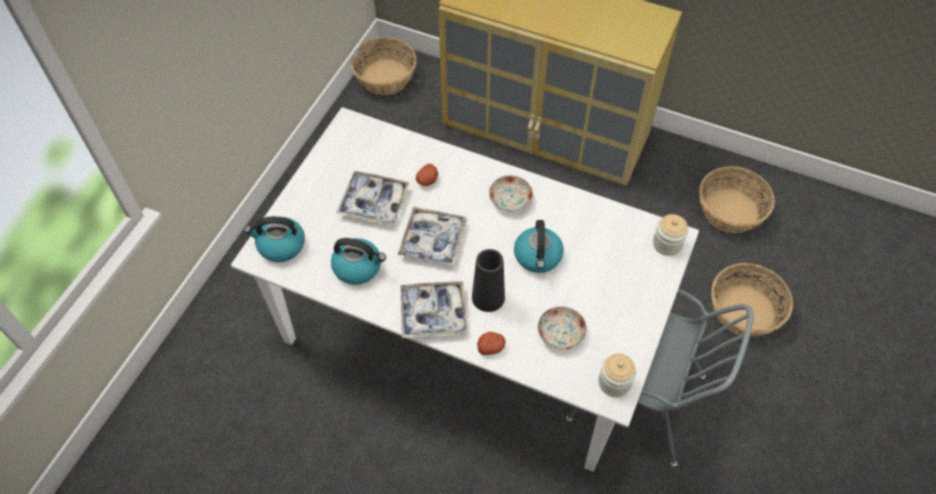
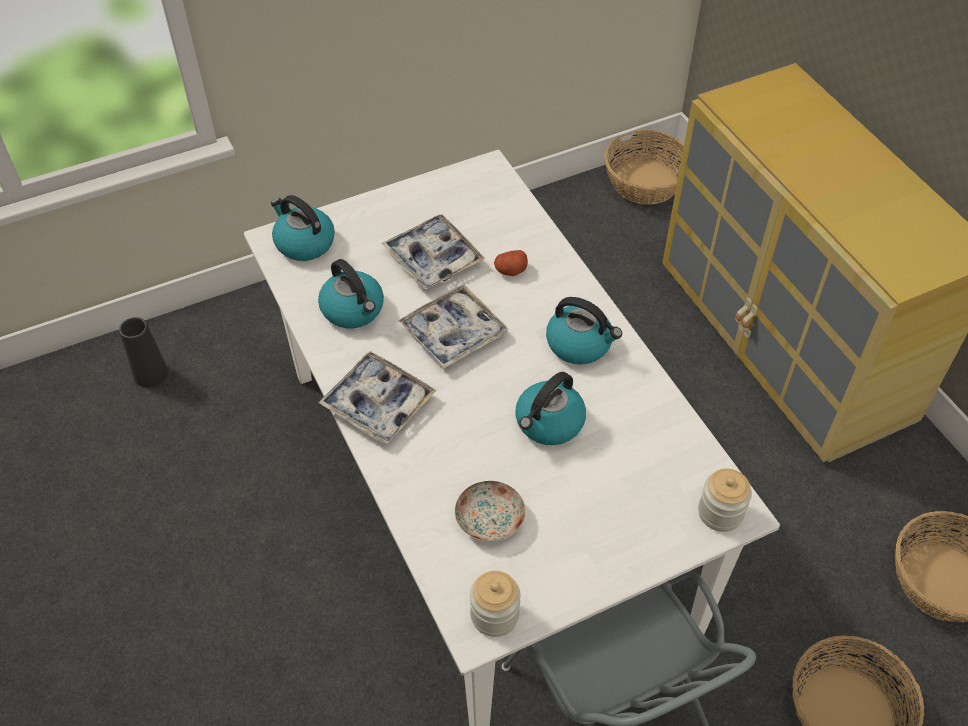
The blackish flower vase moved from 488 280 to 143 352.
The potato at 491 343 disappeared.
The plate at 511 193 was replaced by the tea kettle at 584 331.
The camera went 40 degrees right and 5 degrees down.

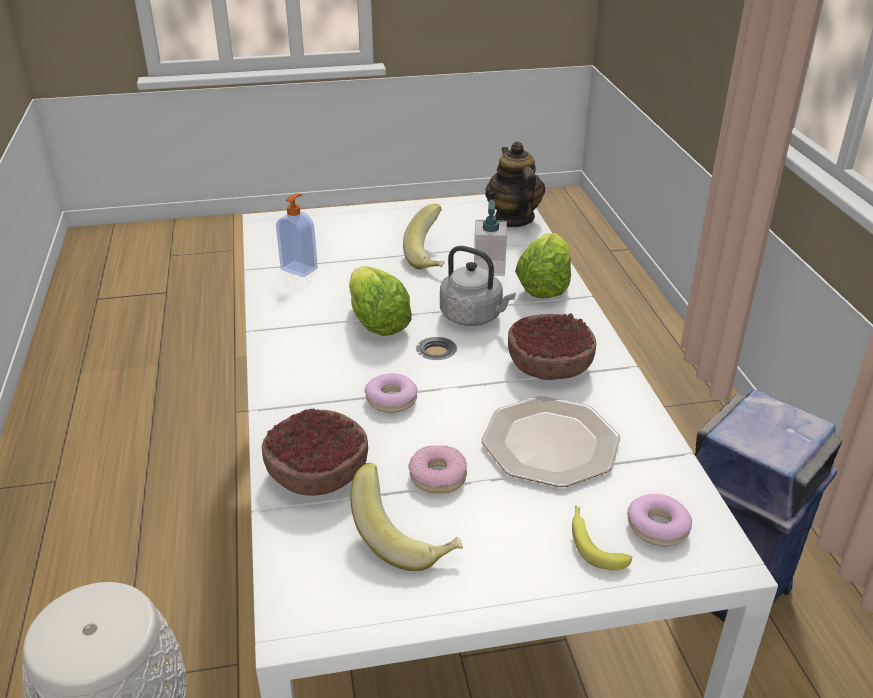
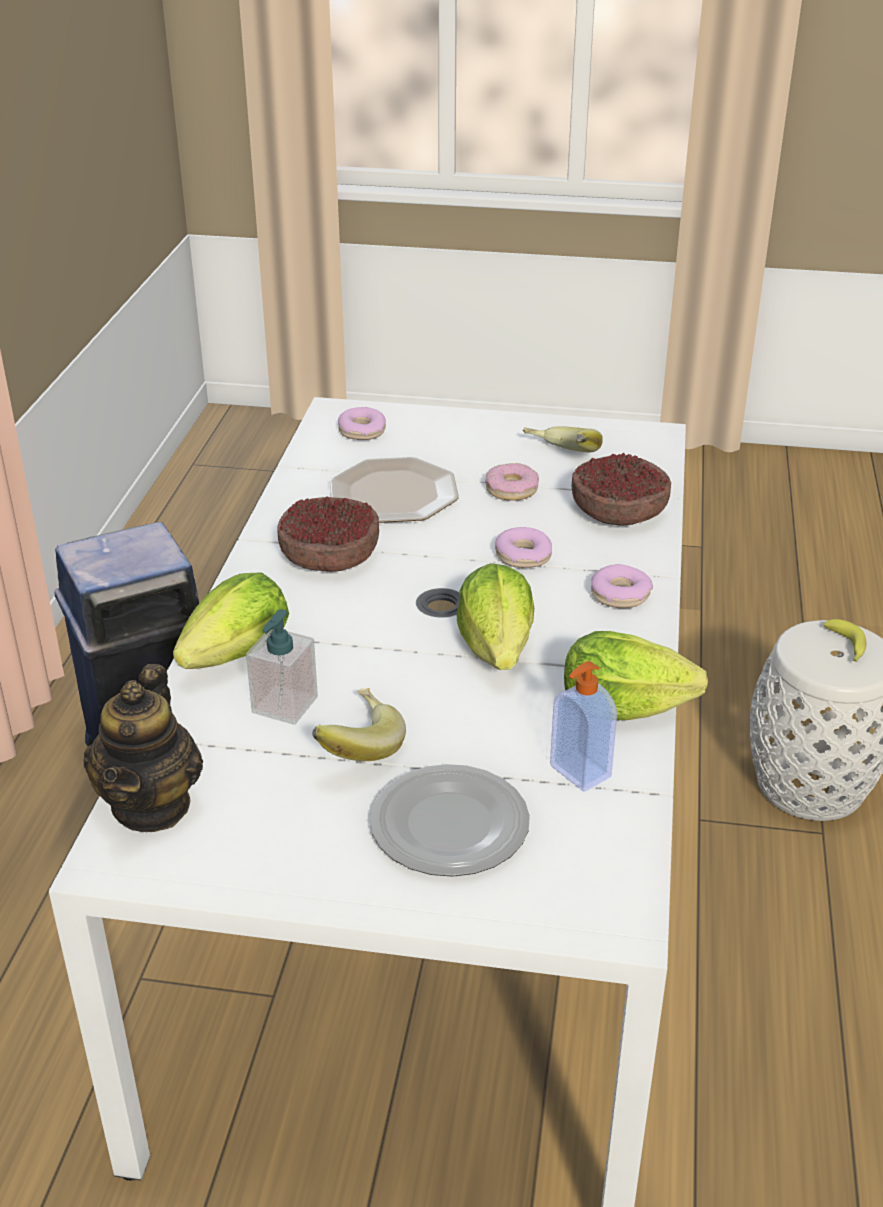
The grey tea kettle at 478 286 disappeared.
The banana fruit moved from 602 537 to 845 640.
The plate at 450 820 appeared.
The head of lettuce at 636 675 appeared.
The doughnut at 622 586 appeared.
The camera went 160 degrees left and 0 degrees up.

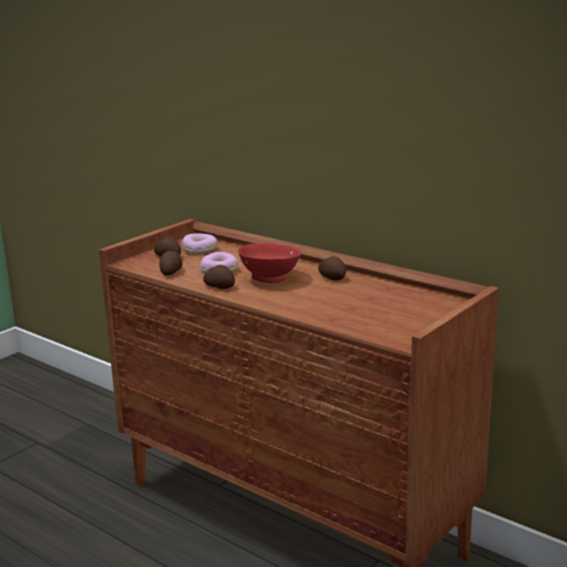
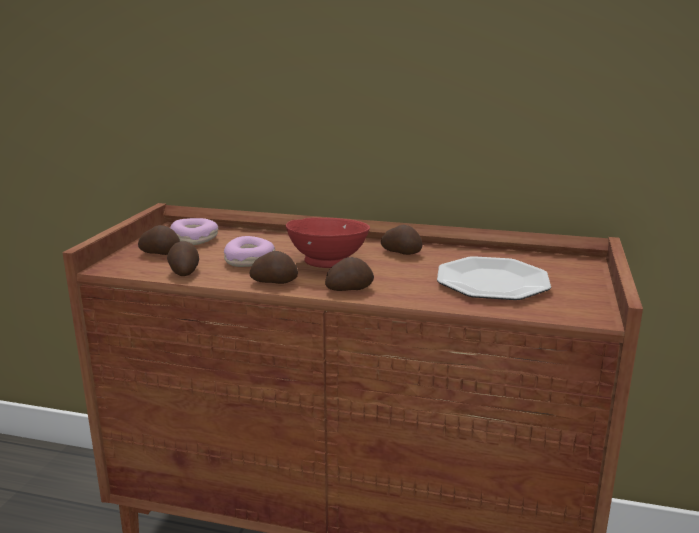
The potato at 349 274 appeared.
The plate at 494 278 appeared.
The camera went 25 degrees left and 0 degrees up.

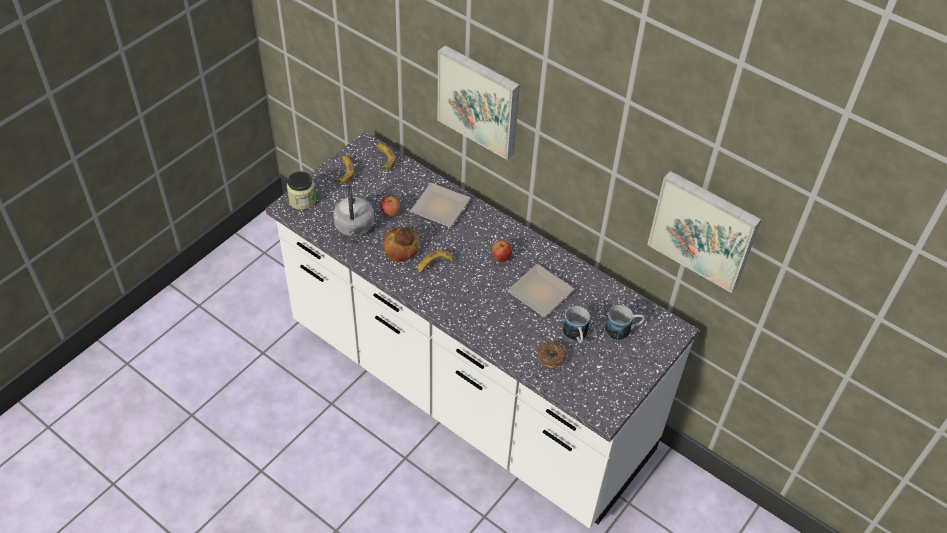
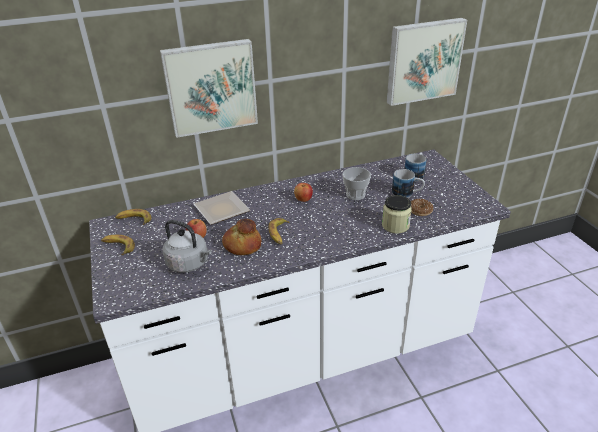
The preserve jar moved from 301 190 to 397 214.
The plate at 540 290 was replaced by the cup at 356 183.
The camera went 55 degrees left and 15 degrees down.

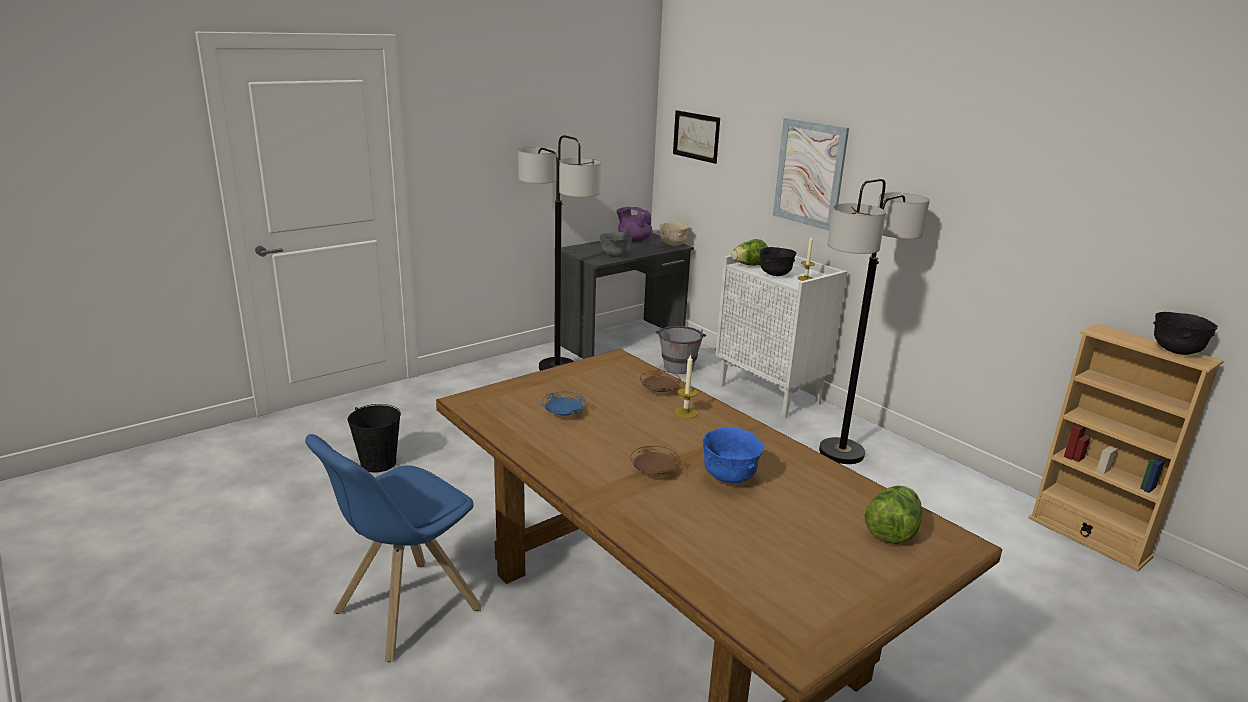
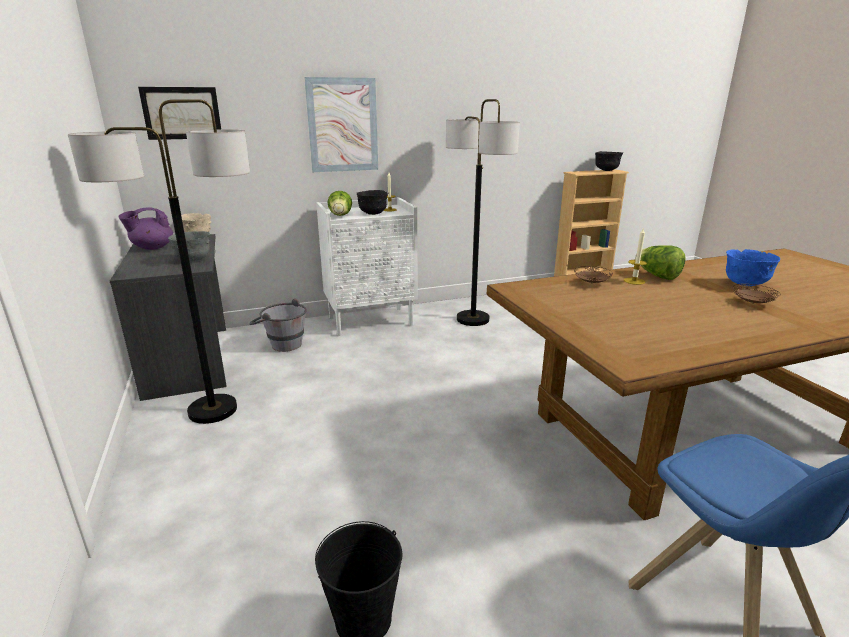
The blue plate at 564 404 disappeared.
The head of lettuce moved from 893 514 to 660 262.
The camera went 70 degrees left and 0 degrees up.

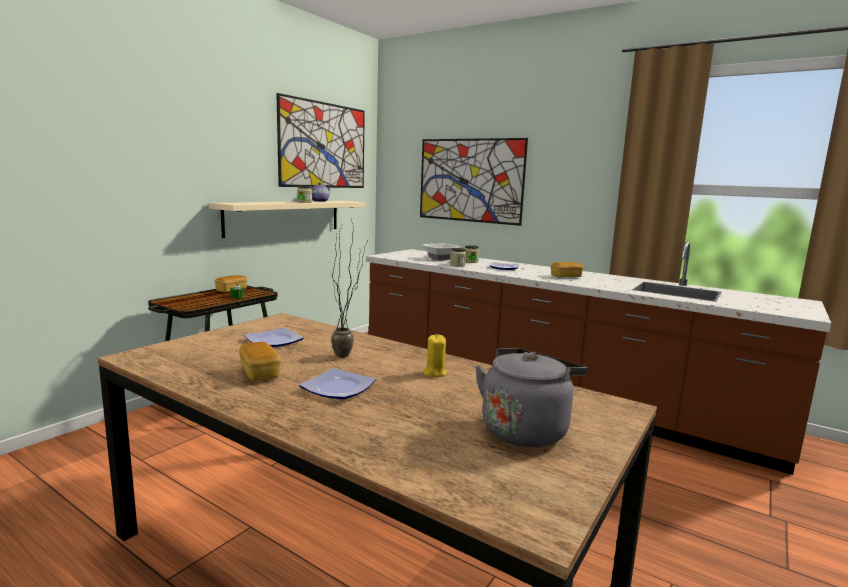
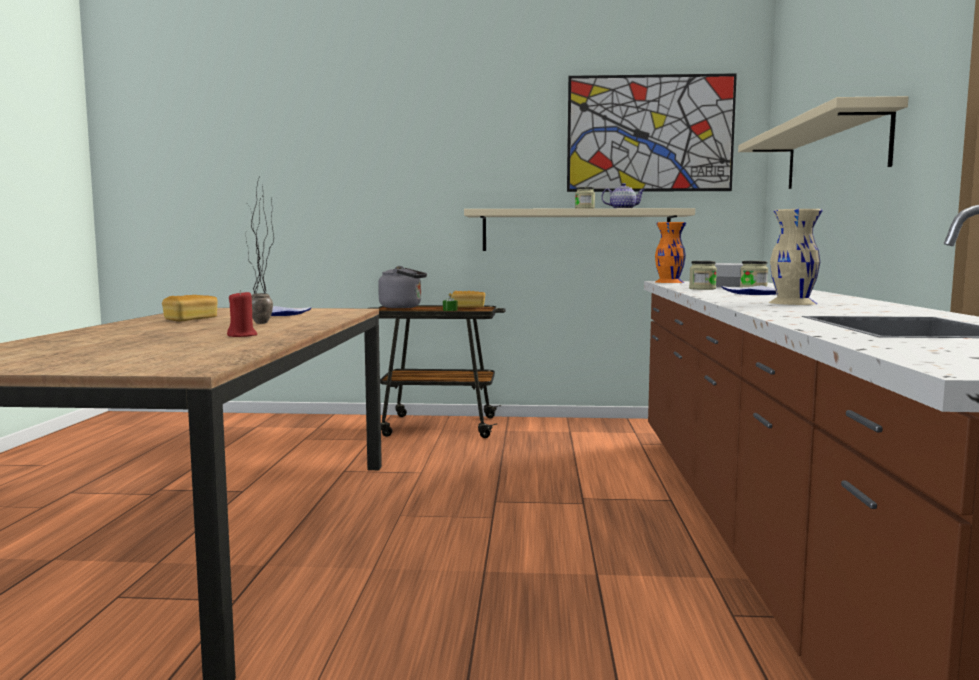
The plate at 337 383 disappeared.
The wall art at 474 182 was replaced by the beige-coloured wall shelf at 823 142.
The yellowish wax candle at 435 355 became the red wax candle at 242 313.
The grey tea kettle moved from 531 397 to 402 287.
The baked bread at 567 270 was replaced by the beige-coloured flower vase at 795 257.
The orangey flower vase at 670 252 appeared.
The camera went 60 degrees right and 5 degrees down.

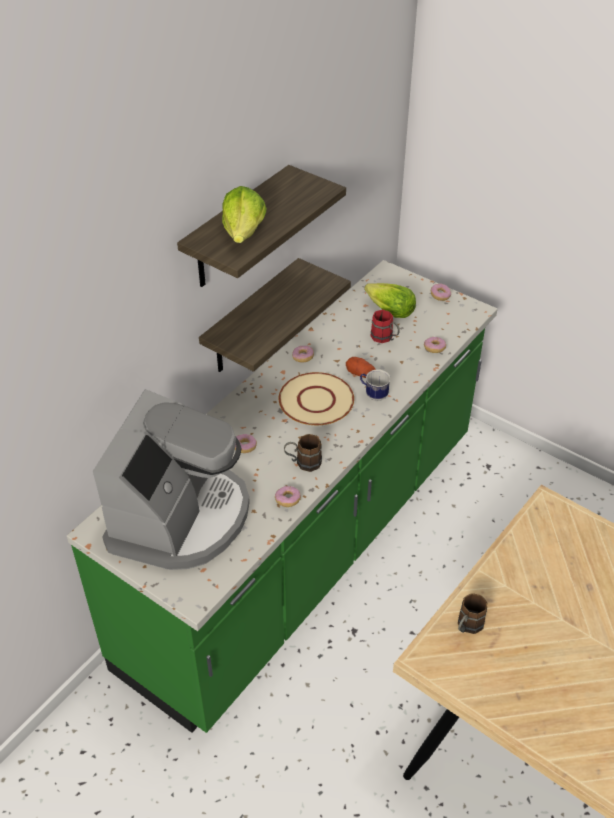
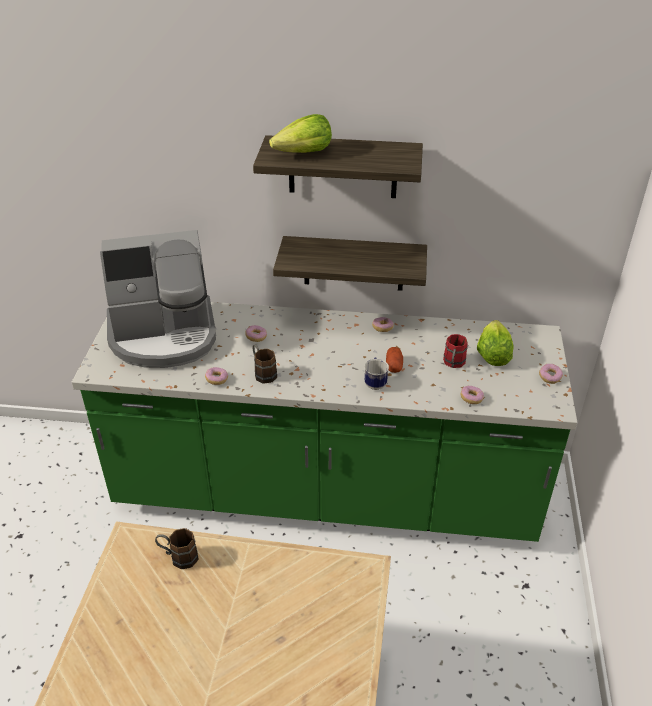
The beige-coloured plate at 316 398 disappeared.
The camera went 60 degrees right and 5 degrees down.

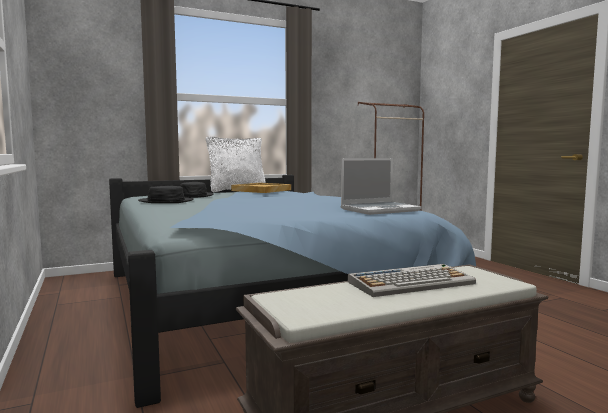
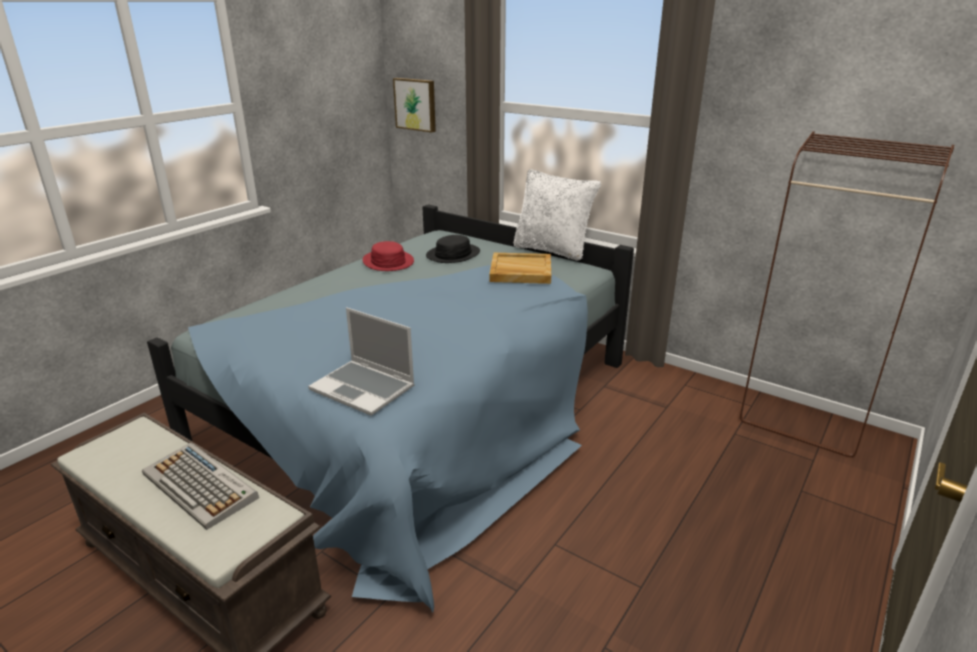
The blackish hat at 166 194 became the red hat at 388 256.
The wall art at 414 105 appeared.
The camera went 60 degrees right and 20 degrees up.

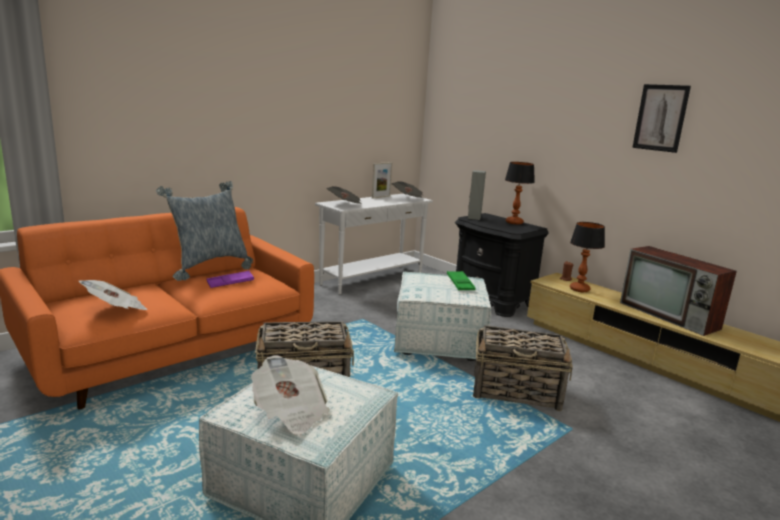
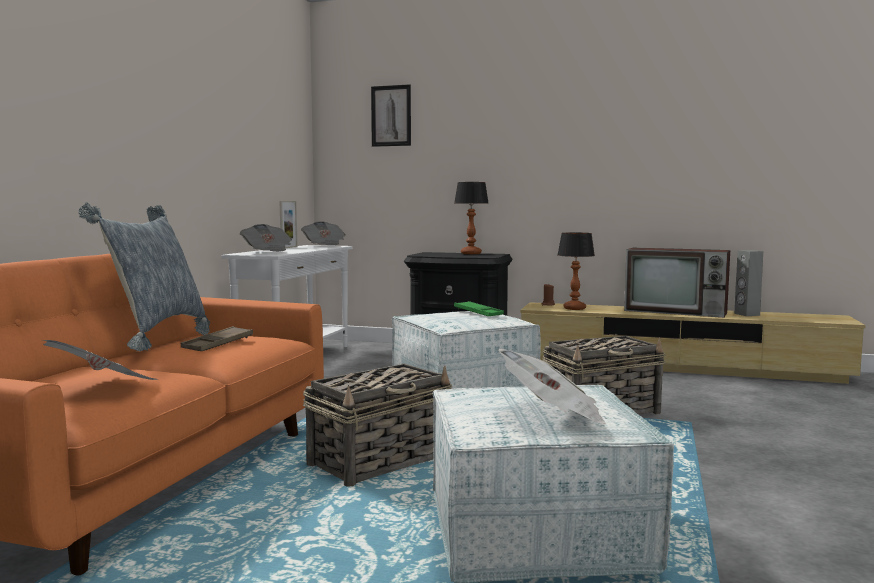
The purplish tray at 230 279 became the brown tray at 217 338.
The grey audio speaker moved from 477 195 to 748 283.
The wall art moved from 661 118 to 391 115.
The camera went 30 degrees left and 10 degrees down.

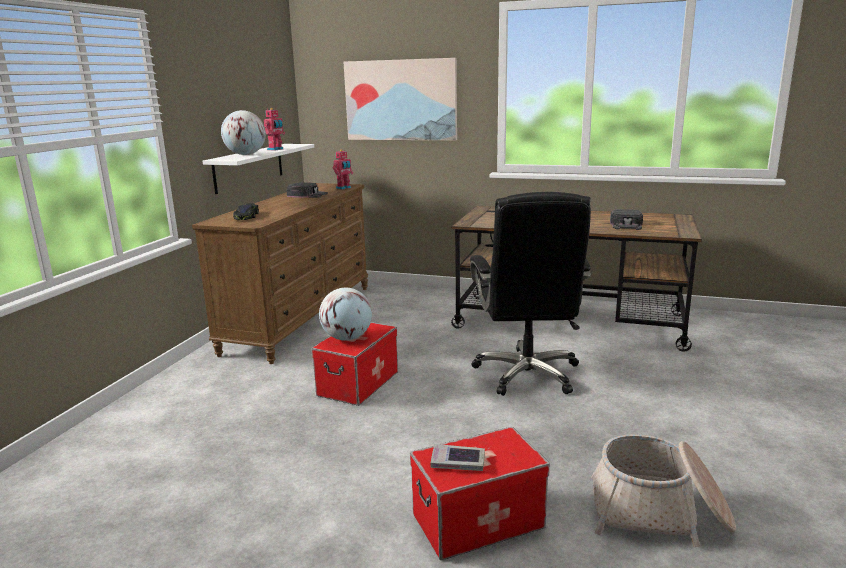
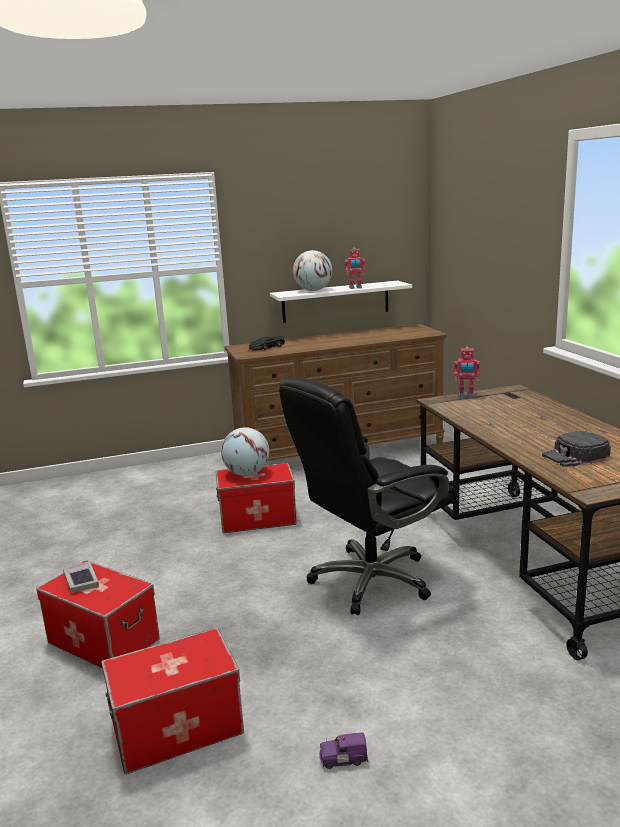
The blackish peaked cap at 307 190 disappeared.
The toy robot moved from 343 170 to 467 372.
The wall art at 400 99 disappeared.
The storage basket at 663 490 was replaced by the storage bin at 172 701.
The purplish model car at 343 751 appeared.
The camera went 55 degrees right and 0 degrees up.

